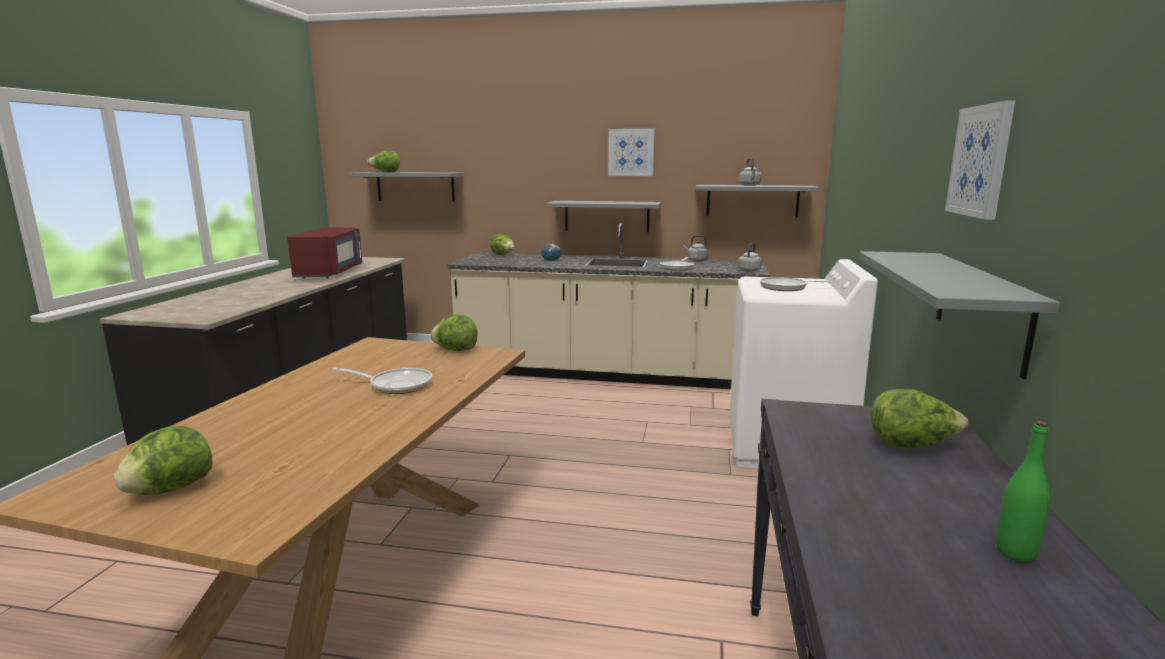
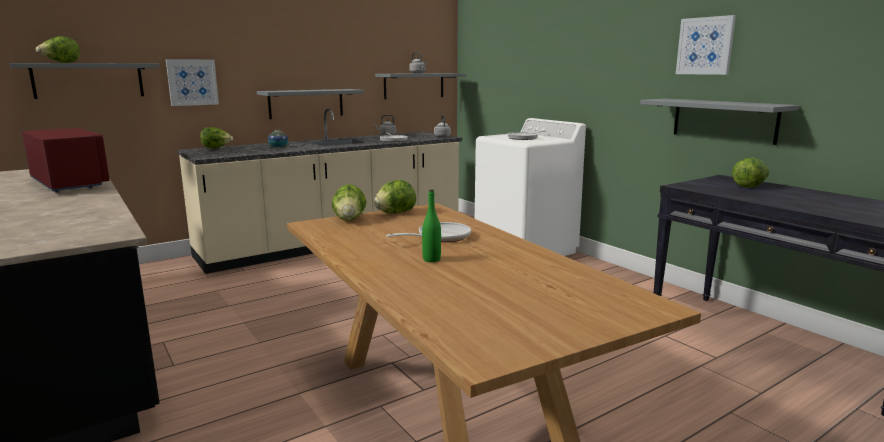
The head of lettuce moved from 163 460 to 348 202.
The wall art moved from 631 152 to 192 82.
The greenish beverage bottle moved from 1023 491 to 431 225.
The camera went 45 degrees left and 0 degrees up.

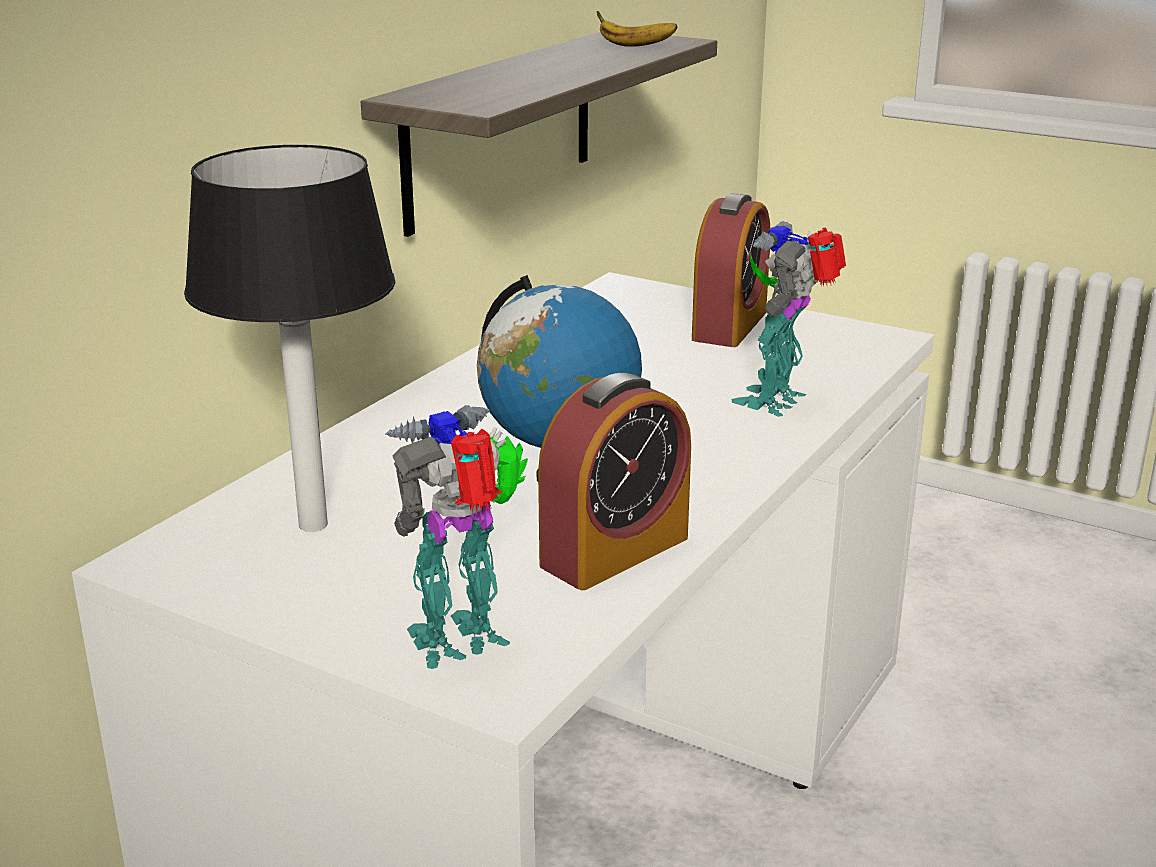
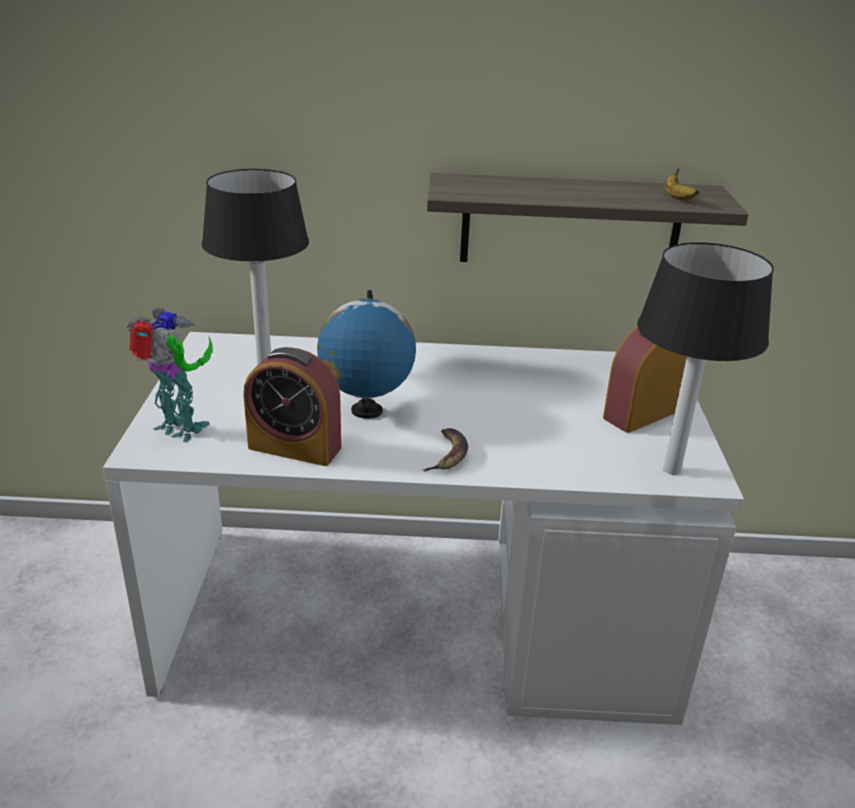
The alarm clock at 731 270 turned 150 degrees clockwise.
The toy robot at 788 319 disappeared.
The banana fruit at 445 449 appeared.
The lamp for a table at 705 358 appeared.
The camera went 60 degrees right and 5 degrees up.

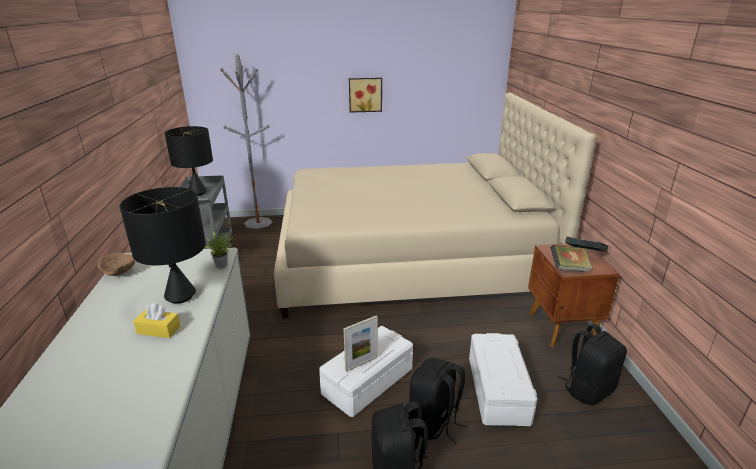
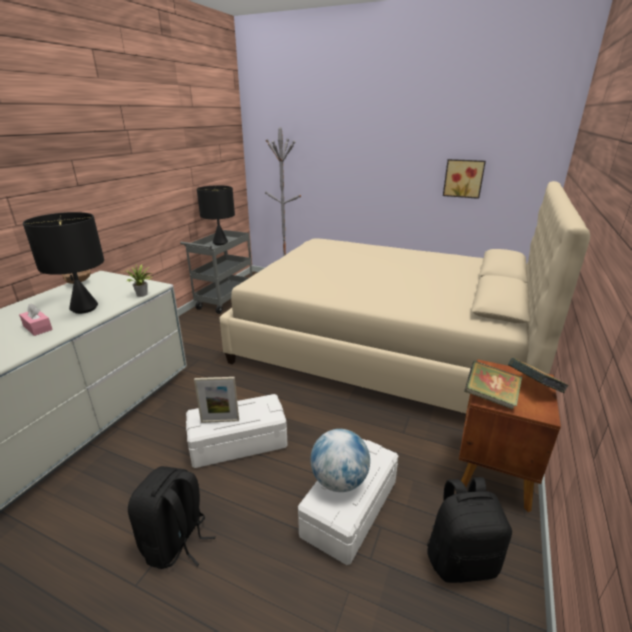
The yellowish tissue holder at 157 320 became the pink tissue holder at 36 320.
The wall art moved from 365 95 to 464 179.
The blackish knapsack at 438 400 disappeared.
The desk globe at 340 460 appeared.
The camera went 30 degrees right and 0 degrees up.

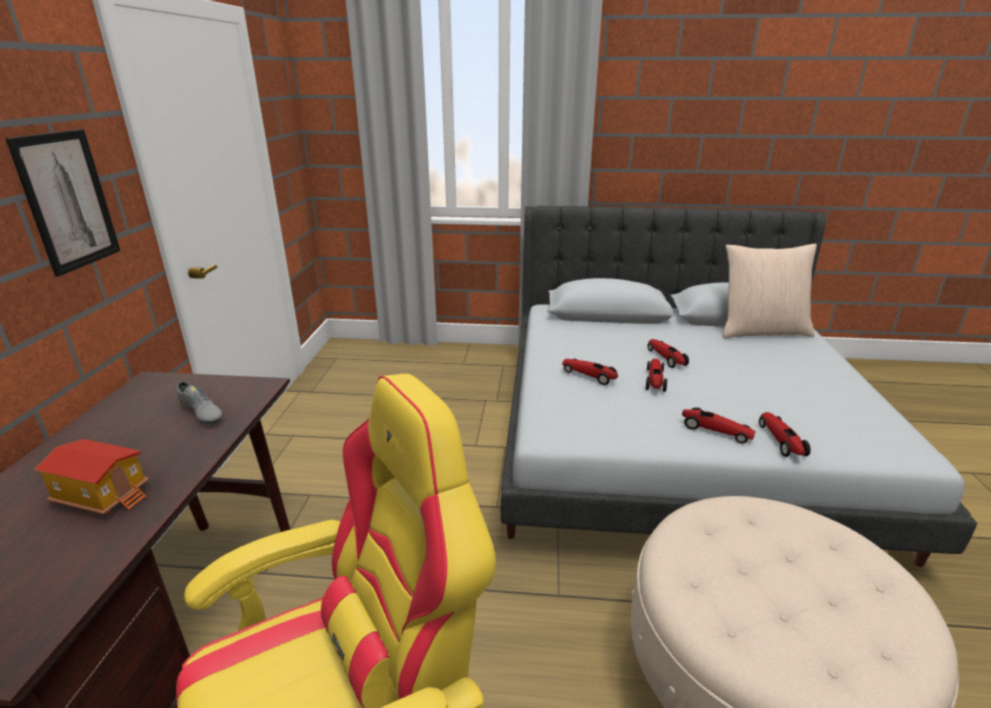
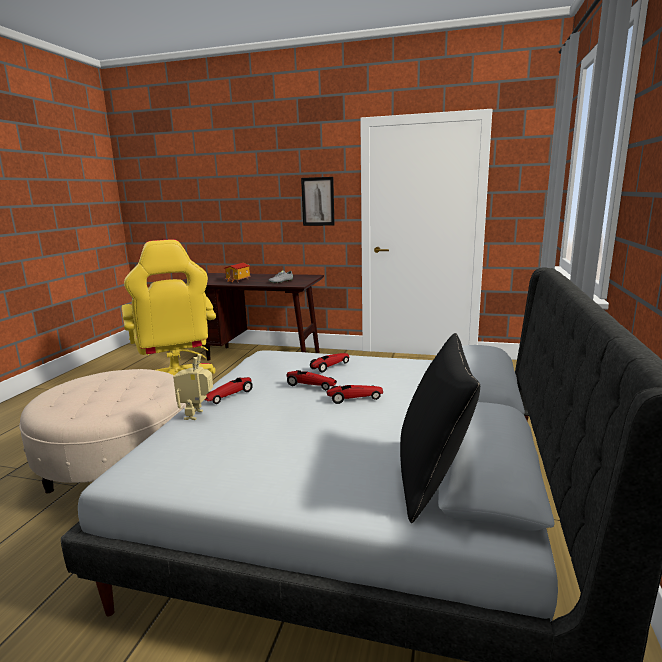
The beige-coloured cushion at 770 291 became the blackish cushion at 440 428.
The model car at 785 434 was replaced by the toy robot at 193 387.
The camera went 100 degrees right and 10 degrees down.

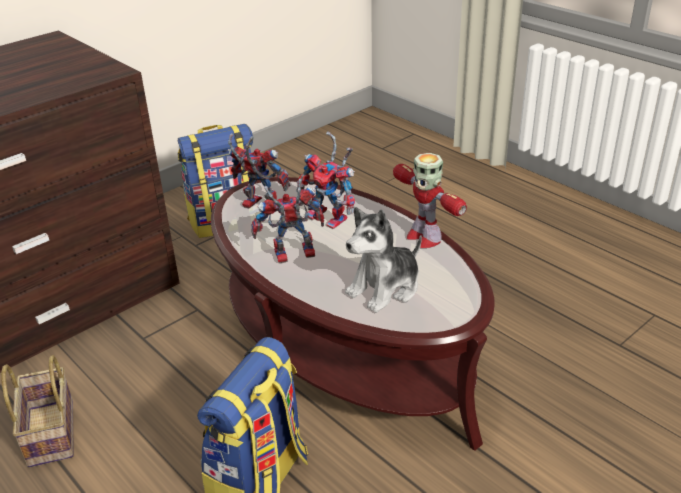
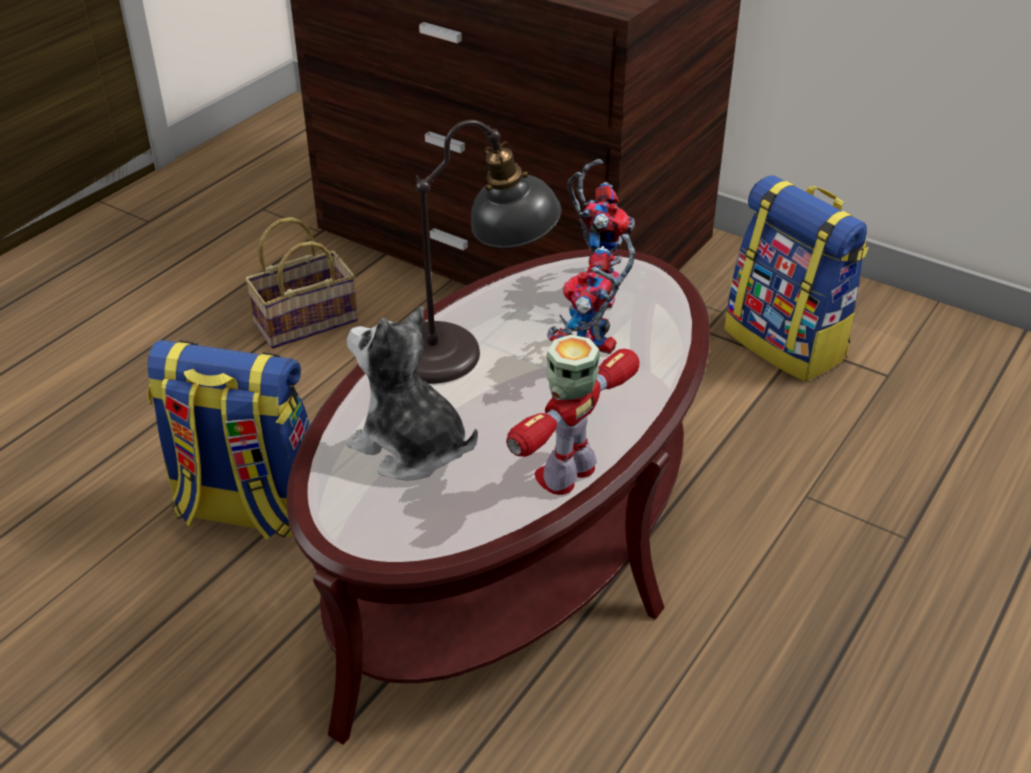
The toy robot at 288 220 was replaced by the grey lamp for a table at 488 252.
The camera went 75 degrees right and 5 degrees up.

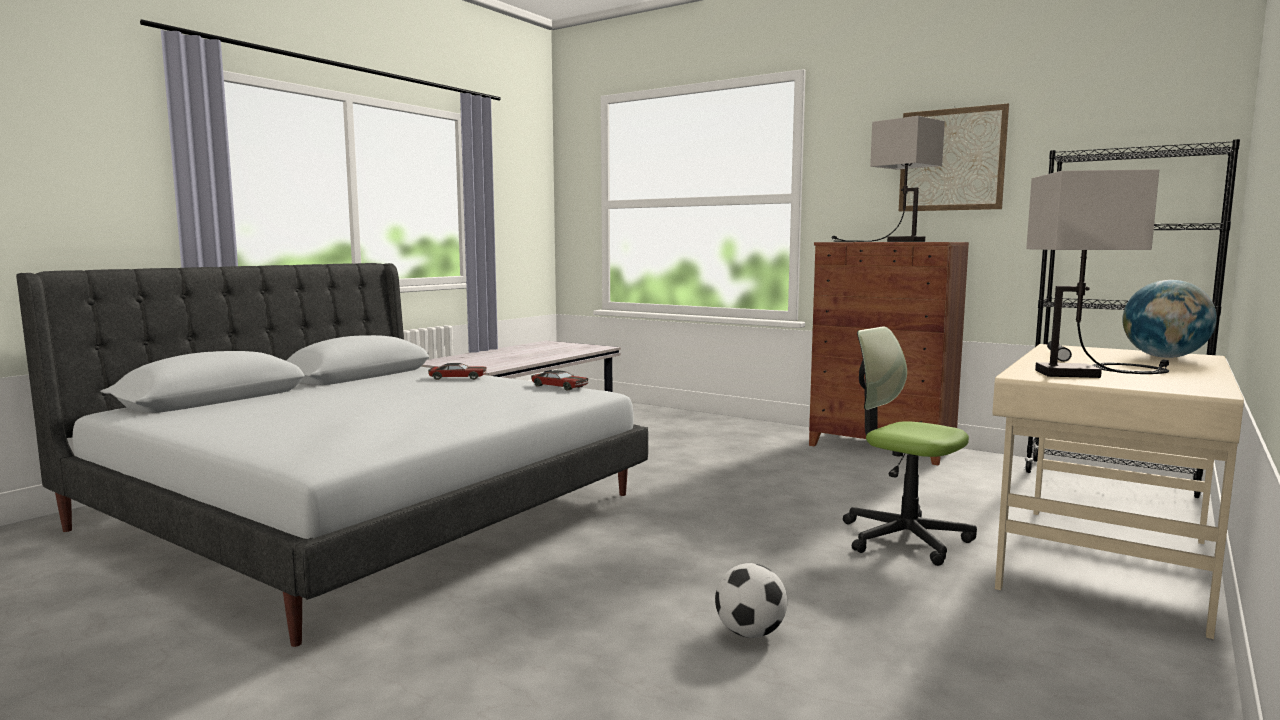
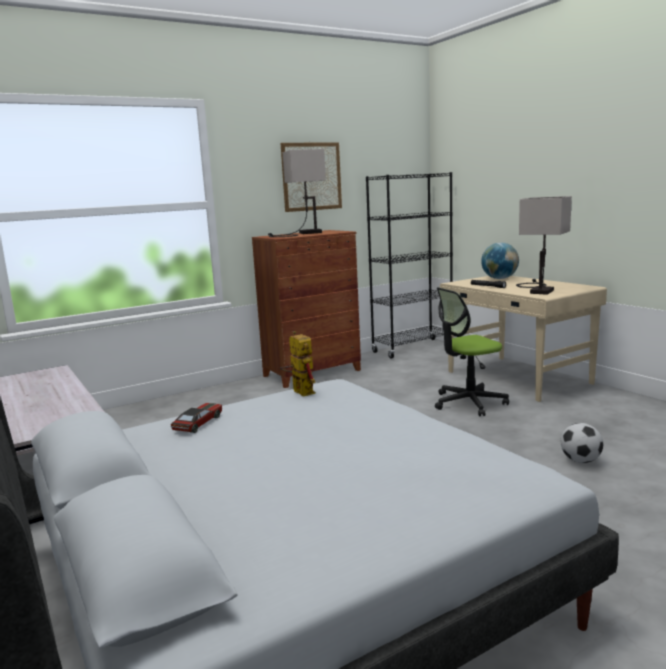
The model car at 560 380 was replaced by the toy robot at 298 364.
The camera went 65 degrees left and 5 degrees up.

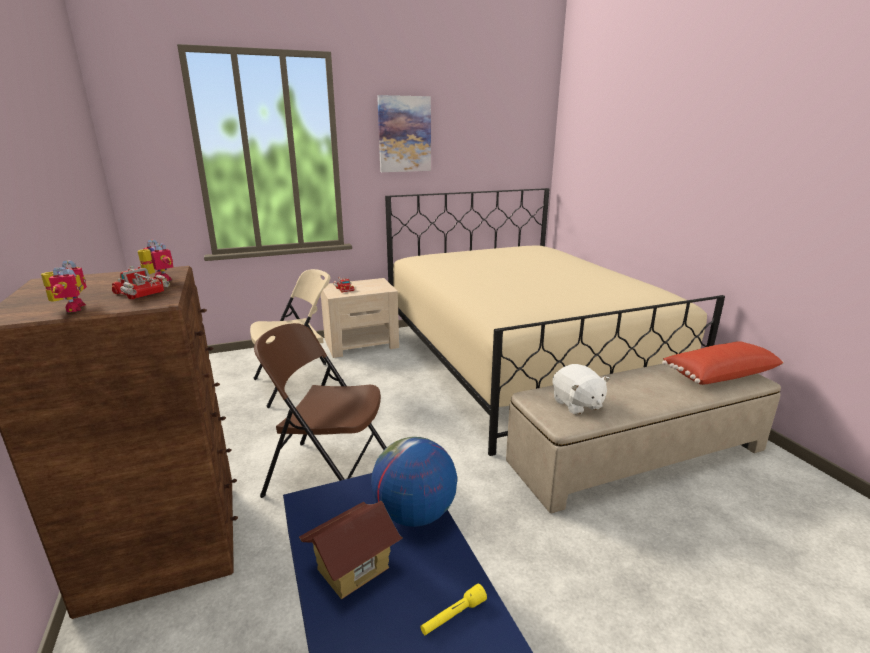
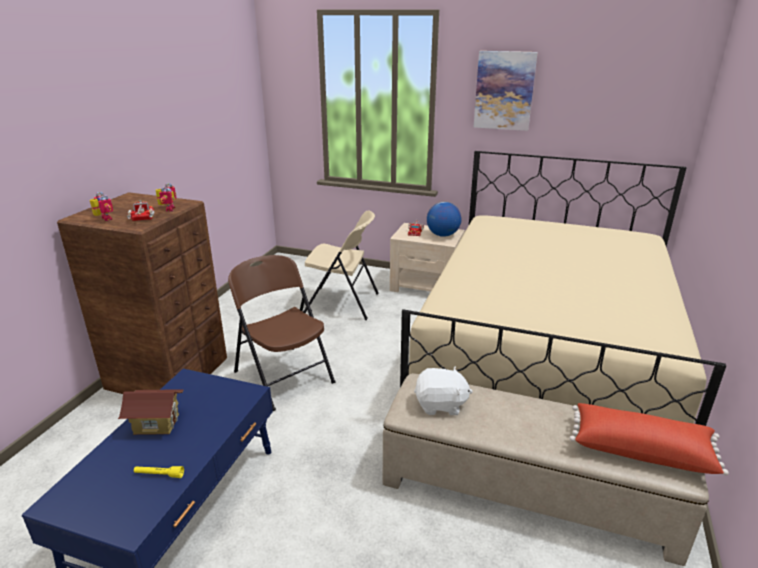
The toy robot at 64 286 turned 60 degrees counterclockwise.
The desk globe moved from 414 482 to 444 219.
The white cuddly toy at 581 389 turned 105 degrees counterclockwise.
The camera went 40 degrees right and 5 degrees up.

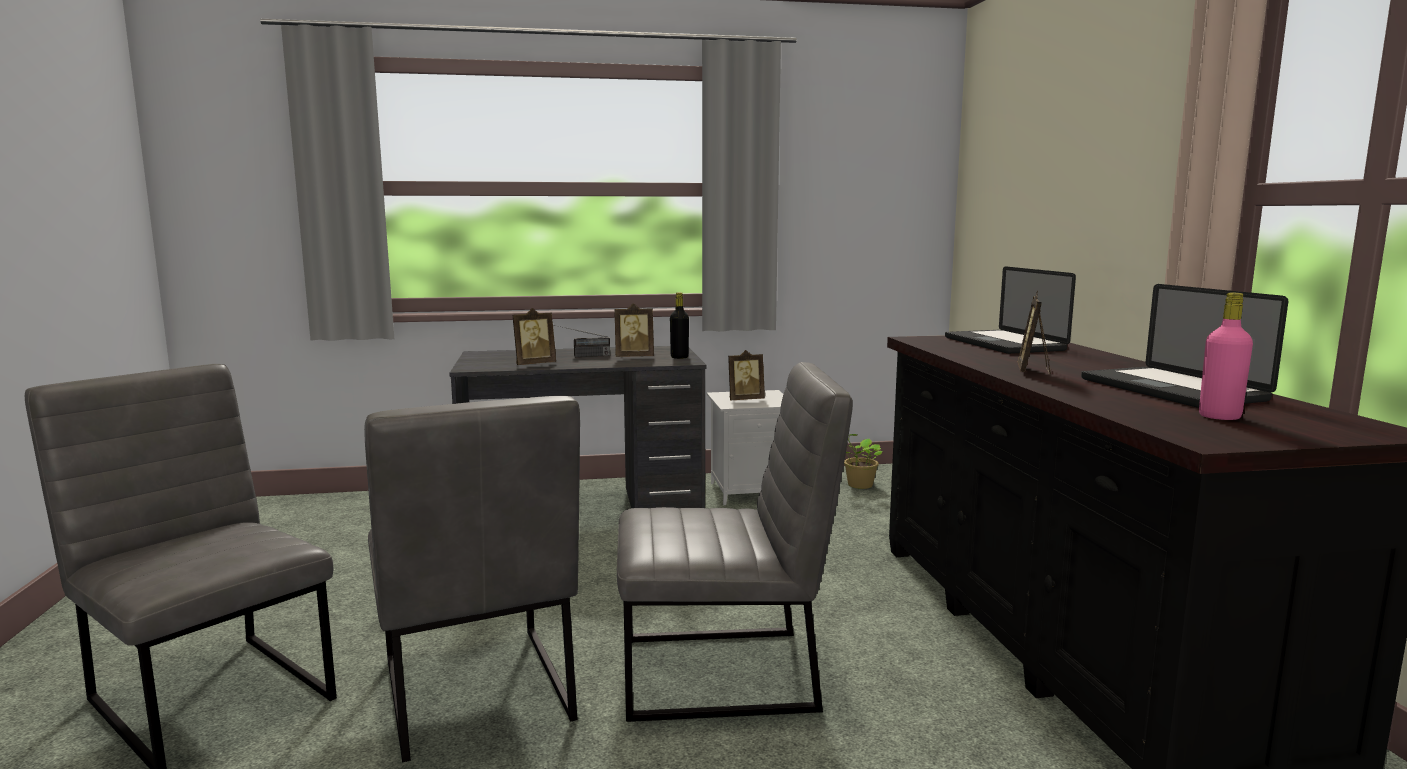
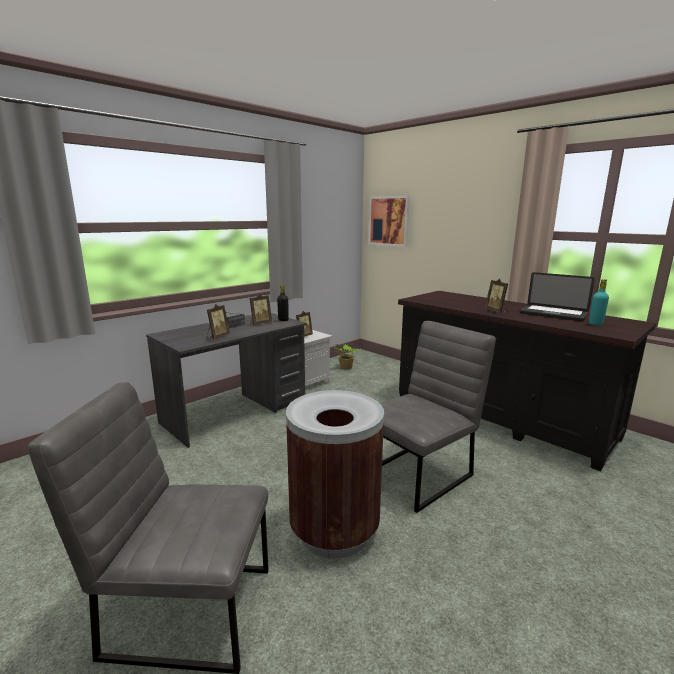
The grey plain chair at 472 579 was replaced by the brown rubbish bin at 335 474.
The portable computer at 1010 310 disappeared.
The pink beverage bottle at 1226 356 became the turquoise-coloured beverage bottle at 599 302.
The wall art at 389 221 appeared.
The camera went 35 degrees left and 5 degrees up.

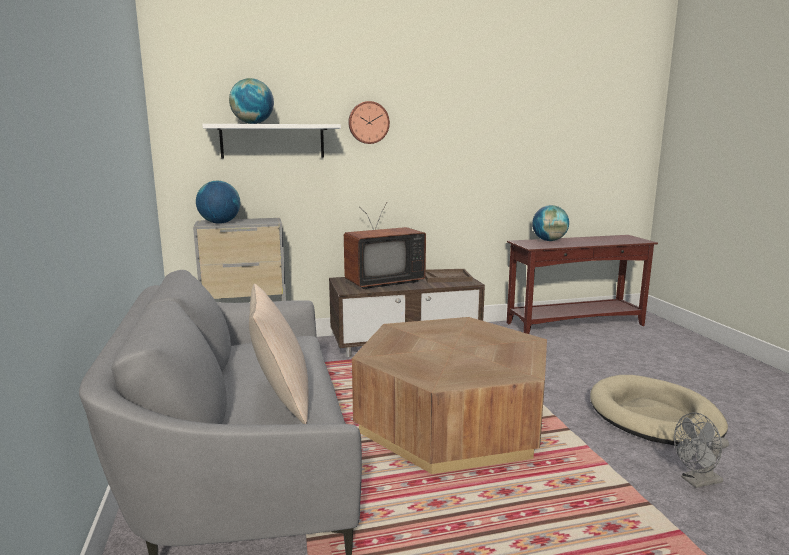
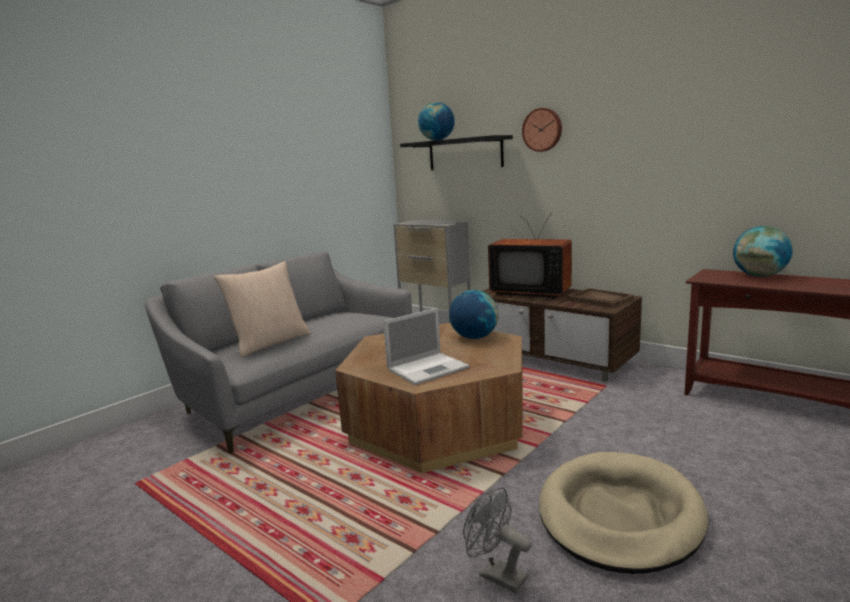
The desk globe moved from 218 202 to 474 314.
The white wall shelf at 271 141 became the blackish wall shelf at 456 152.
The portable computer at 426 346 appeared.
The camera went 55 degrees right and 0 degrees up.

